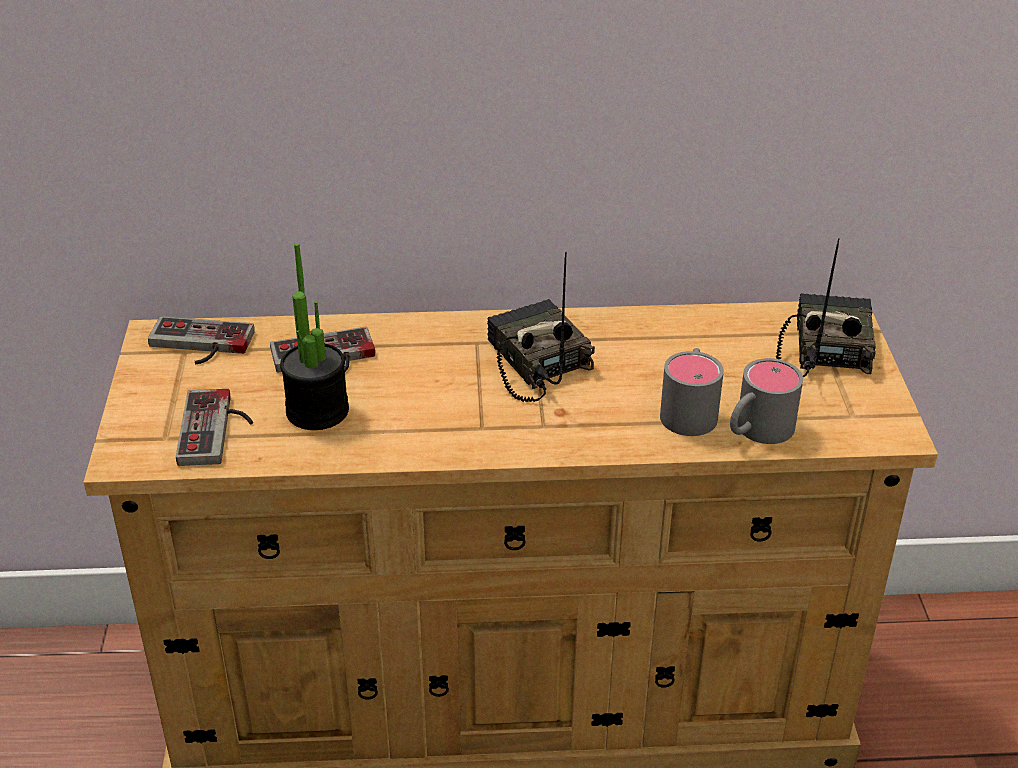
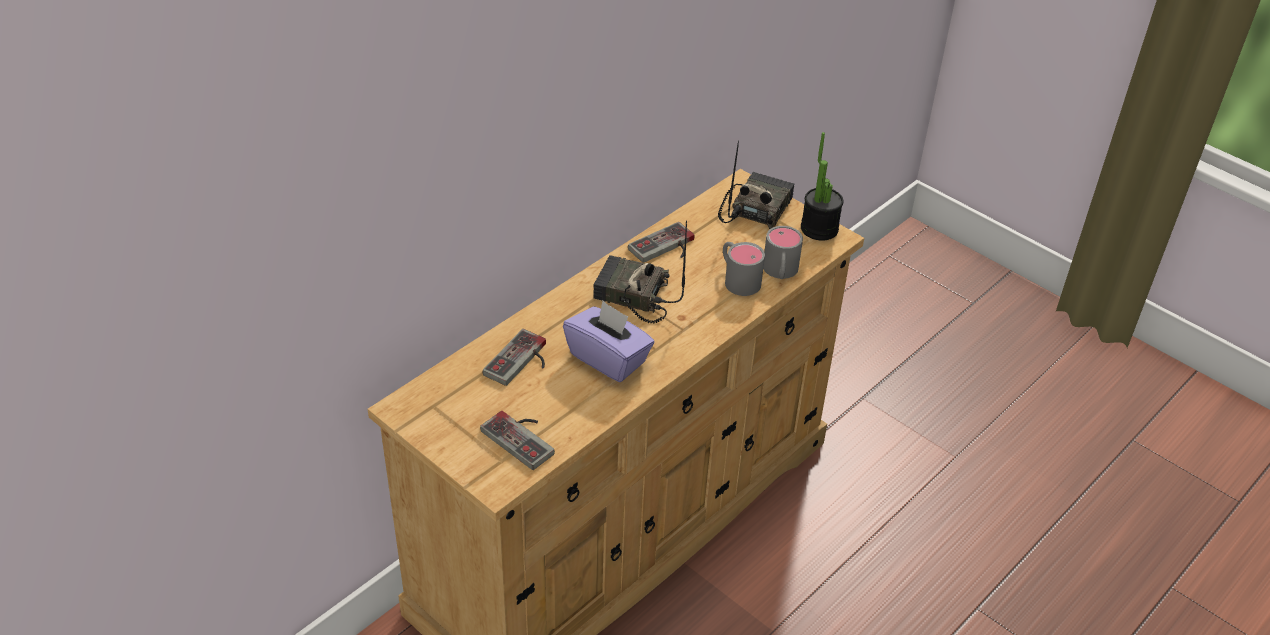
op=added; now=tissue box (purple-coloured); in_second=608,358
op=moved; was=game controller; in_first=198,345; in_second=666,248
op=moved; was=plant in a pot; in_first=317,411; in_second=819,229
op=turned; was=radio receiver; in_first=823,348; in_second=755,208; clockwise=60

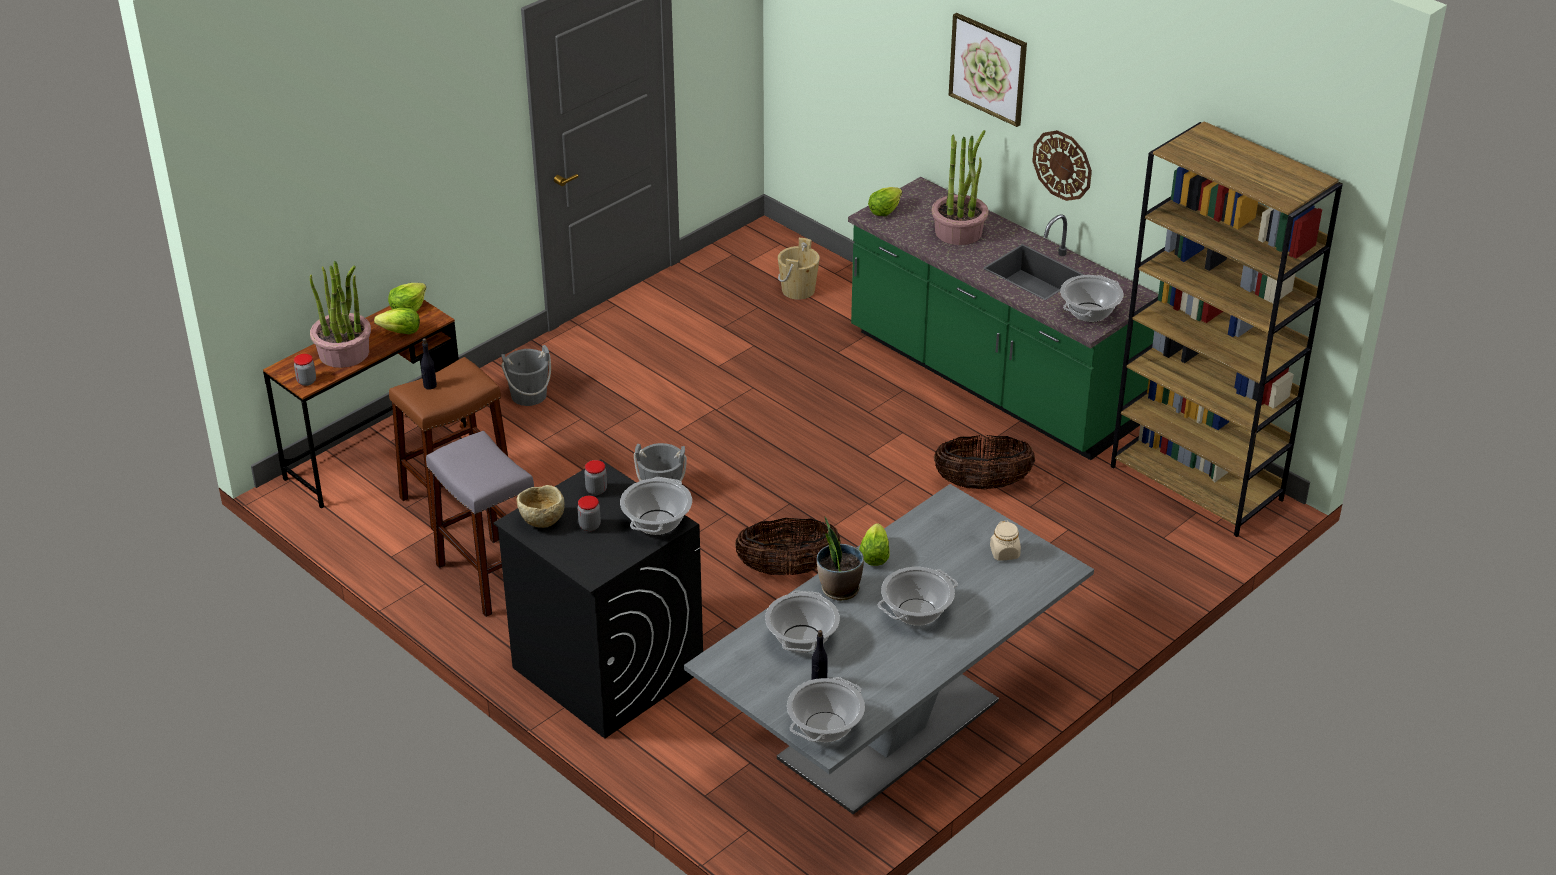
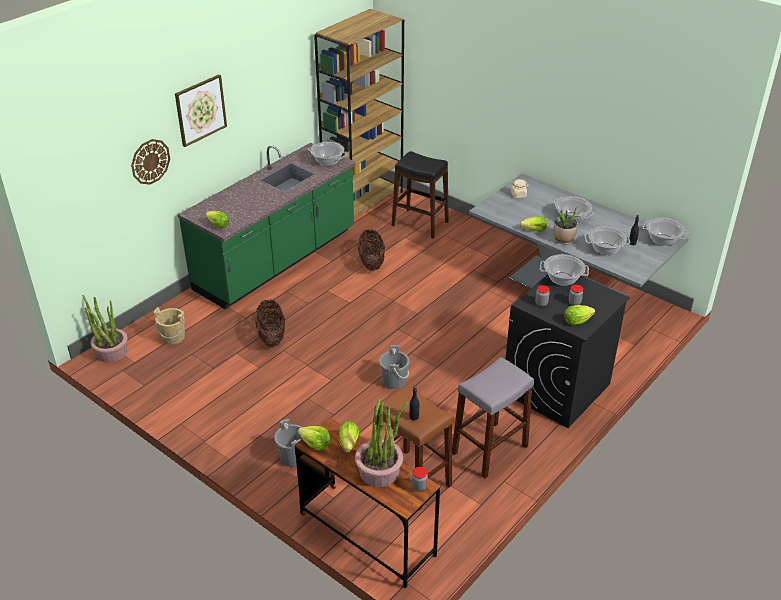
op=added; now=stool seat (black-coloured); in_second=420,224
op=moved; was=household basket; in_first=787,569; in_second=271,336
op=moved; was=plant in a pot; in_first=959,232; in_second=111,352
op=moved; was=clock on the wall; in_first=1062,165; in_second=150,161
op=replaced; was=deep dish (beige); now=lettuce head; in_first=541,520; in_second=577,321

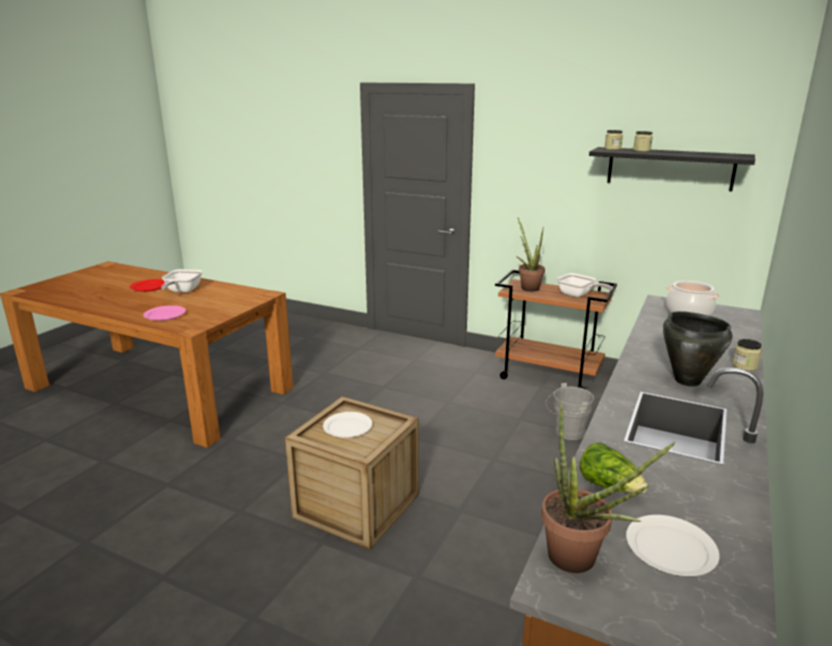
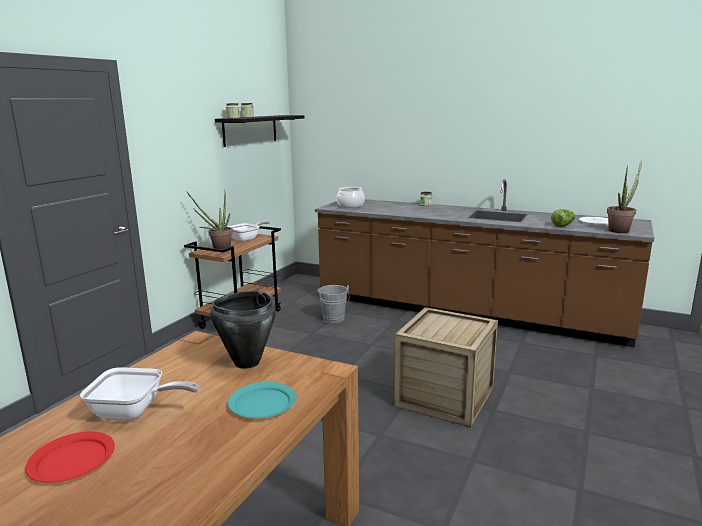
op=removed; was=plate (whitish); in_first=347,427
op=moved; was=cooking pot (black-coloured); in_first=687,380; in_second=246,363
op=recoloured; was=plate (pink-coloured); now=plate (turquoise); in_first=165,315; in_second=263,403

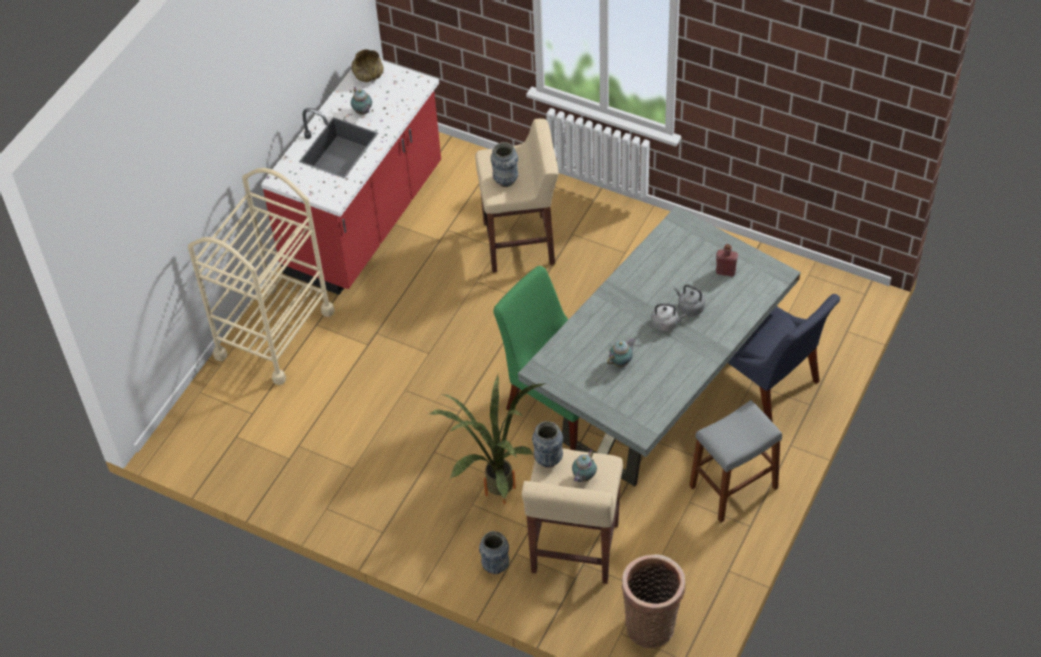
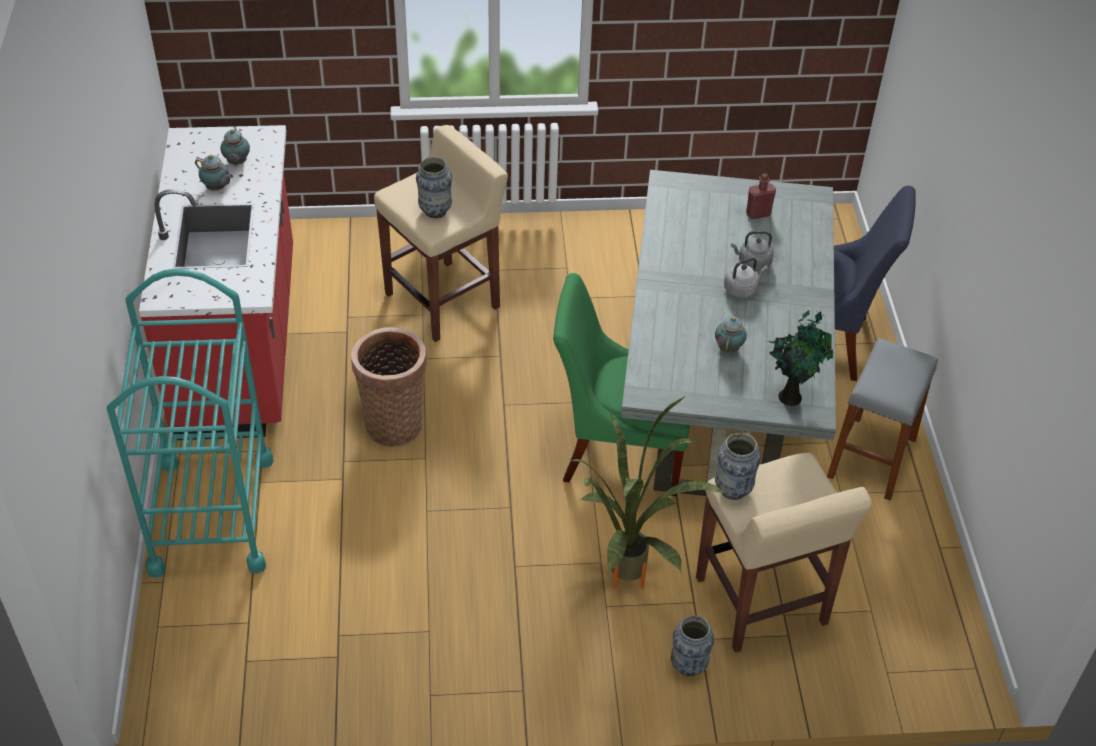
op=removed; was=deep dish (beige); in_first=368,75
op=added; now=plant in a pot; in_second=791,395
op=moved; was=tea pot; in_first=583,477; in_second=236,163
op=moved; was=household basket; in_first=651,623; in_second=394,422
op=recoloured; was=cart (beige); now=cart (turquoise); in_first=274,334; in_second=212,514

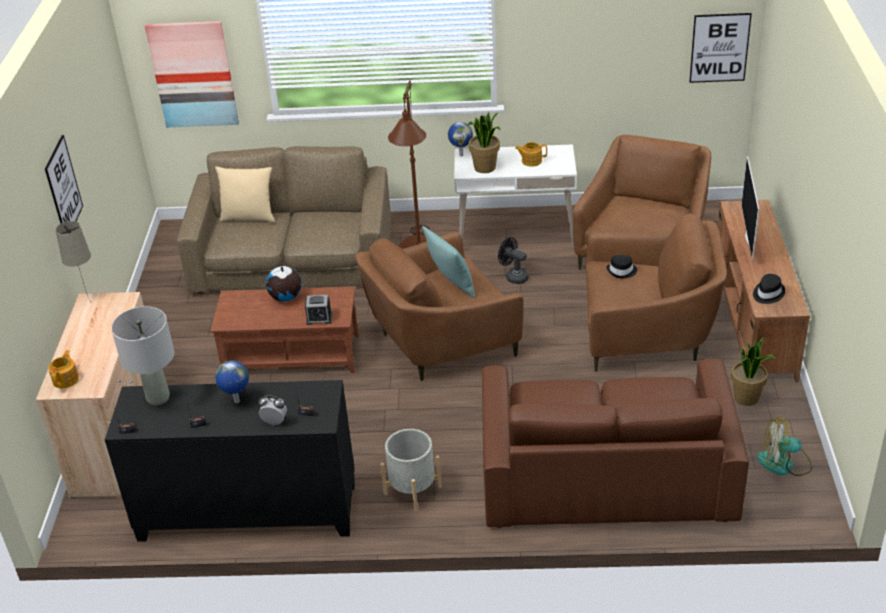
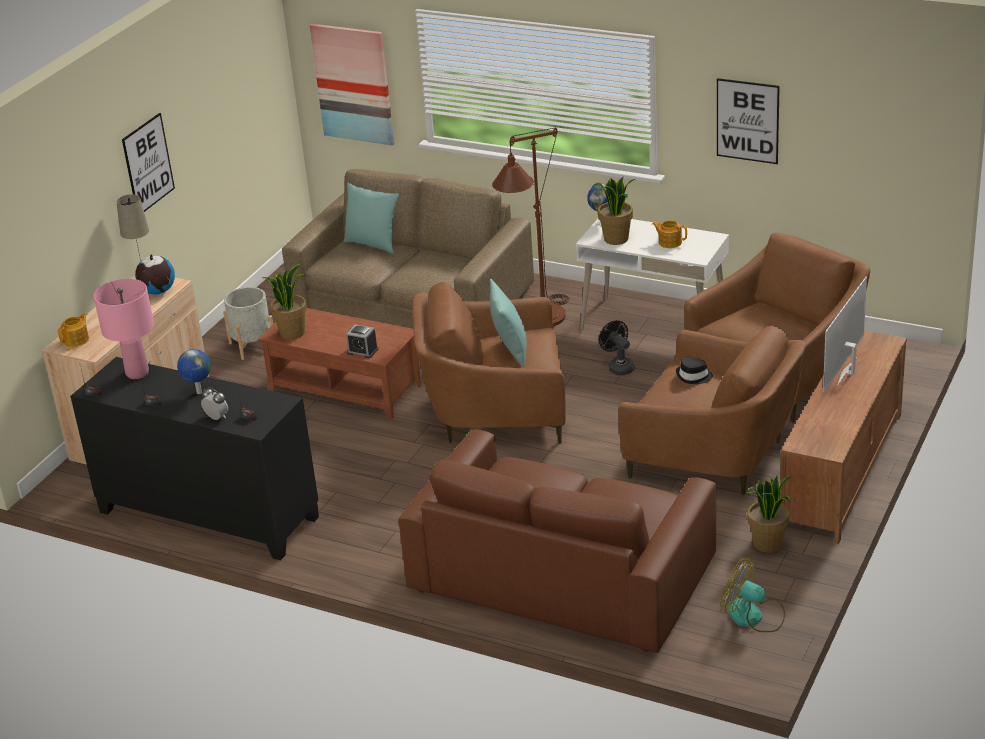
op=removed; was=hat (black-coloured); in_first=767,293
op=added; now=plant in a pot; in_second=292,332
op=moved; was=desk globe; in_first=285,298; in_second=158,291
op=moved; was=planter (gray); in_first=412,490; in_second=252,346
op=moved; was=wall picture; in_first=719,48; in_second=747,121
op=recoloured; was=table lamp (gray); now=table lamp (pink-coloured); in_first=157,398; in_second=137,373
op=recoloured; was=pillow (beige); now=pillow (turquoise); in_first=249,217; in_second=373,244

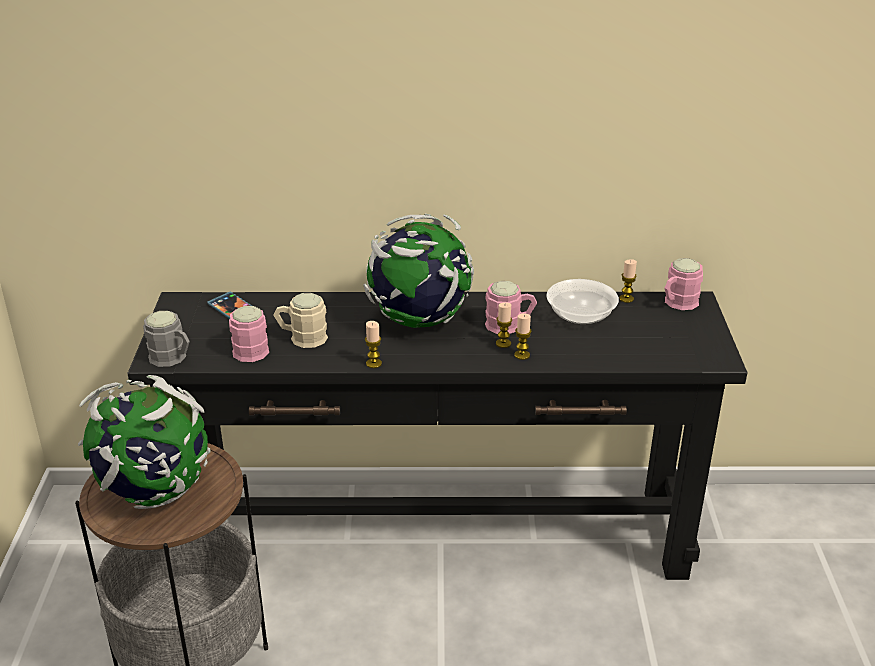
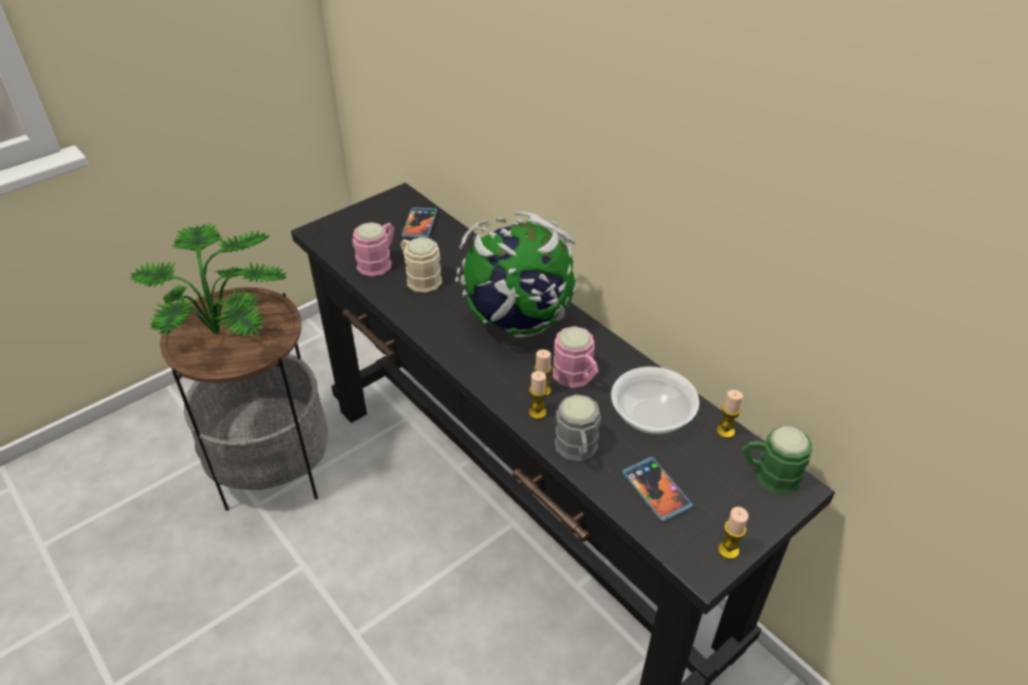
op=added; now=handset; in_second=656,490
op=moved; was=tea mug (gray); in_first=172,358; in_second=577,450
op=moved; was=candle; in_first=374,363; in_second=728,550
op=replaced; was=desk globe; now=plant in a pot; in_first=154,491; in_second=225,329
op=recoloured; was=tea mug (pink-coloured); now=tea mug (green); in_first=677,303; in_second=769,475

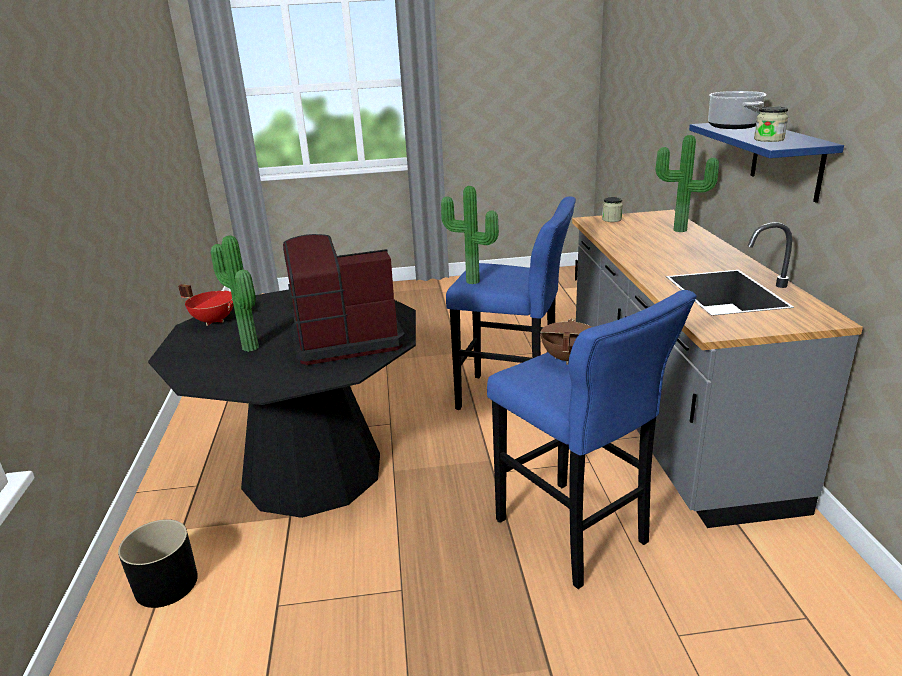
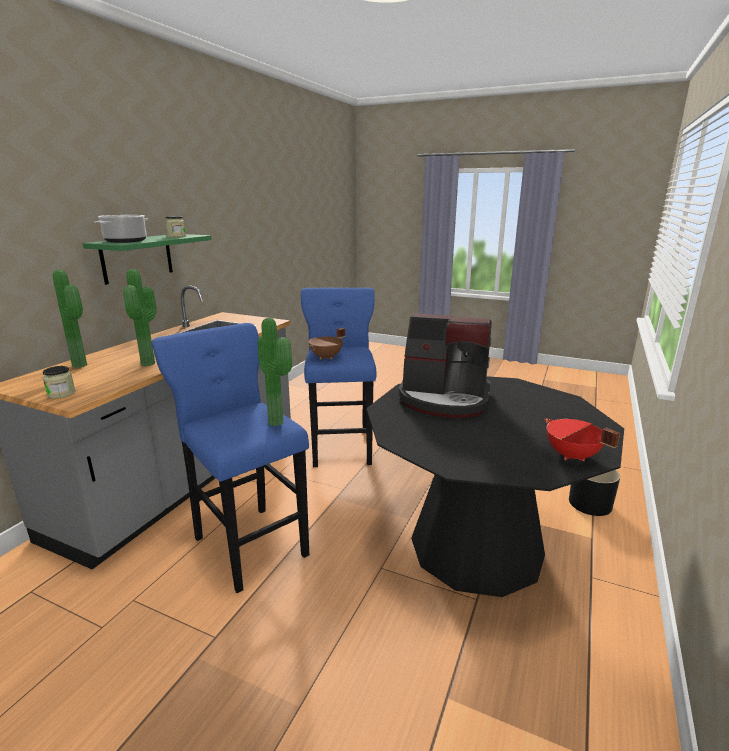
op=moved; was=plant in a pot; in_first=247,349; in_second=151,364
op=recoloured; was=bracket shelf (blue); now=bracket shelf (green); in_first=787,160; in_second=137,258

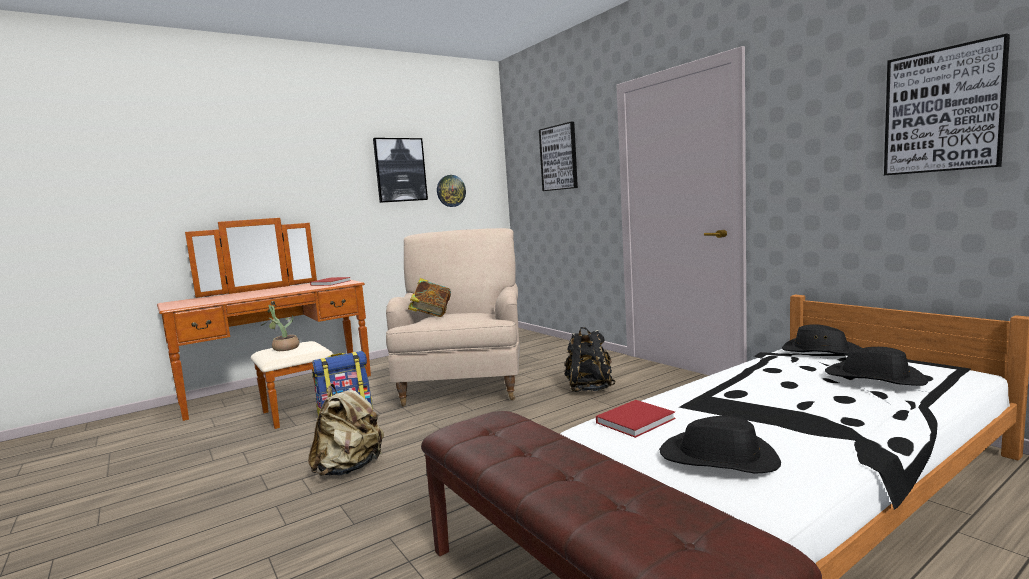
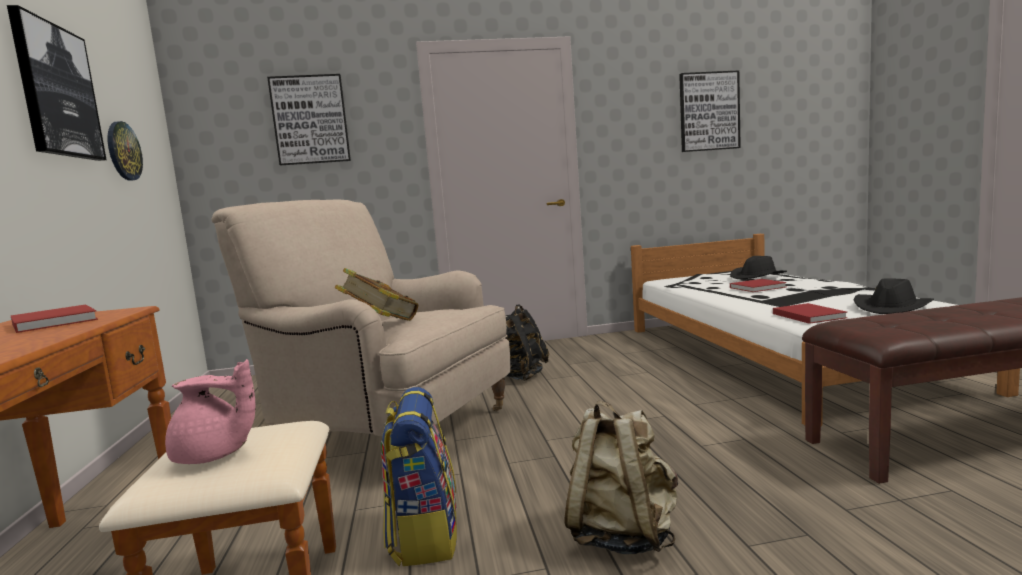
op=removed; was=hat (black-coloured); in_first=821,351
op=added; now=book (red-coloured); in_second=759,287
op=replaced; was=plant in a pot; now=tea pot (pink-coloured); in_first=283,348; in_second=214,456

